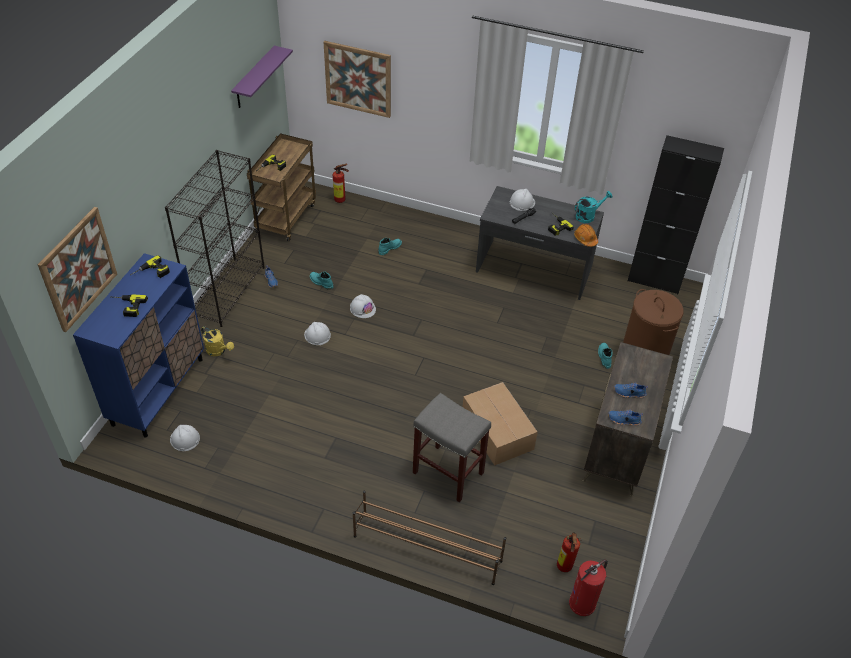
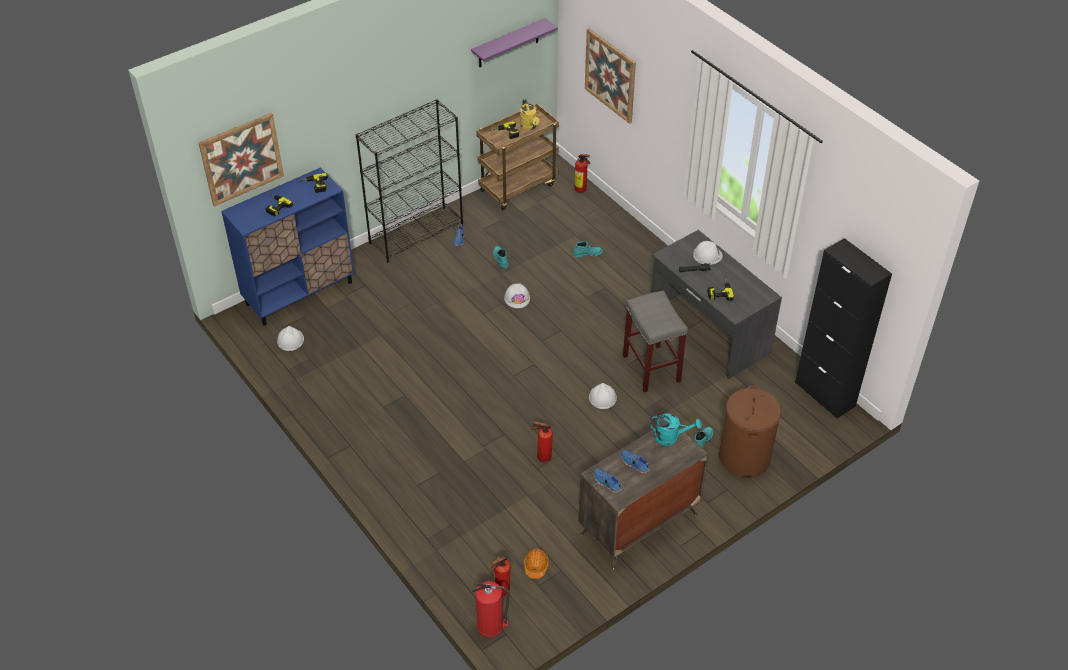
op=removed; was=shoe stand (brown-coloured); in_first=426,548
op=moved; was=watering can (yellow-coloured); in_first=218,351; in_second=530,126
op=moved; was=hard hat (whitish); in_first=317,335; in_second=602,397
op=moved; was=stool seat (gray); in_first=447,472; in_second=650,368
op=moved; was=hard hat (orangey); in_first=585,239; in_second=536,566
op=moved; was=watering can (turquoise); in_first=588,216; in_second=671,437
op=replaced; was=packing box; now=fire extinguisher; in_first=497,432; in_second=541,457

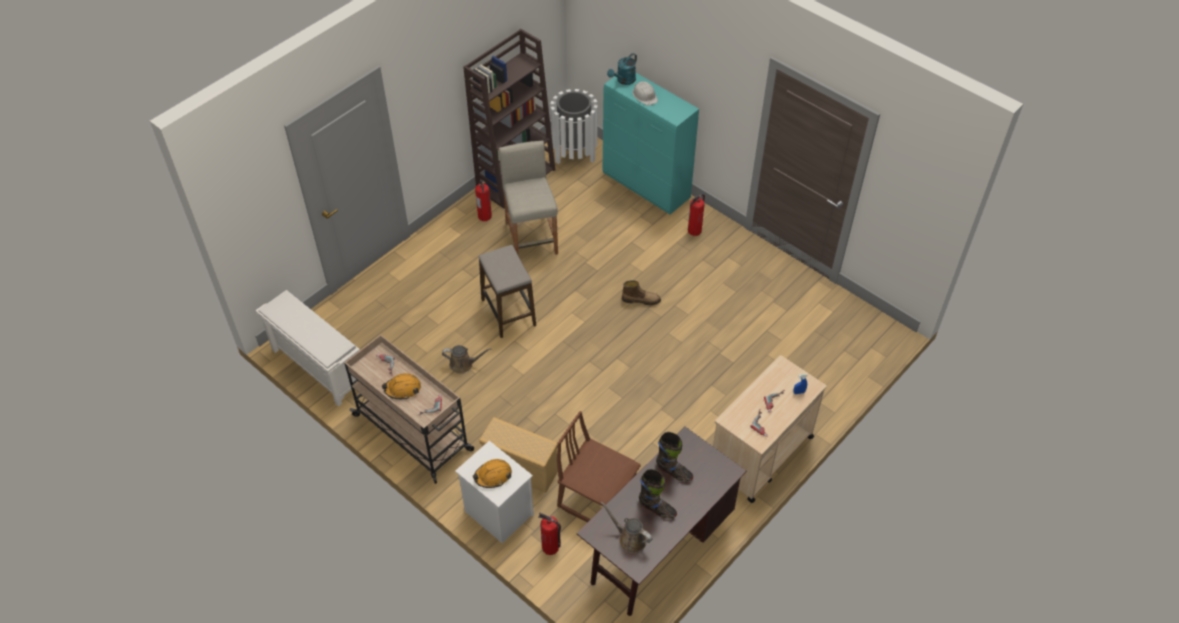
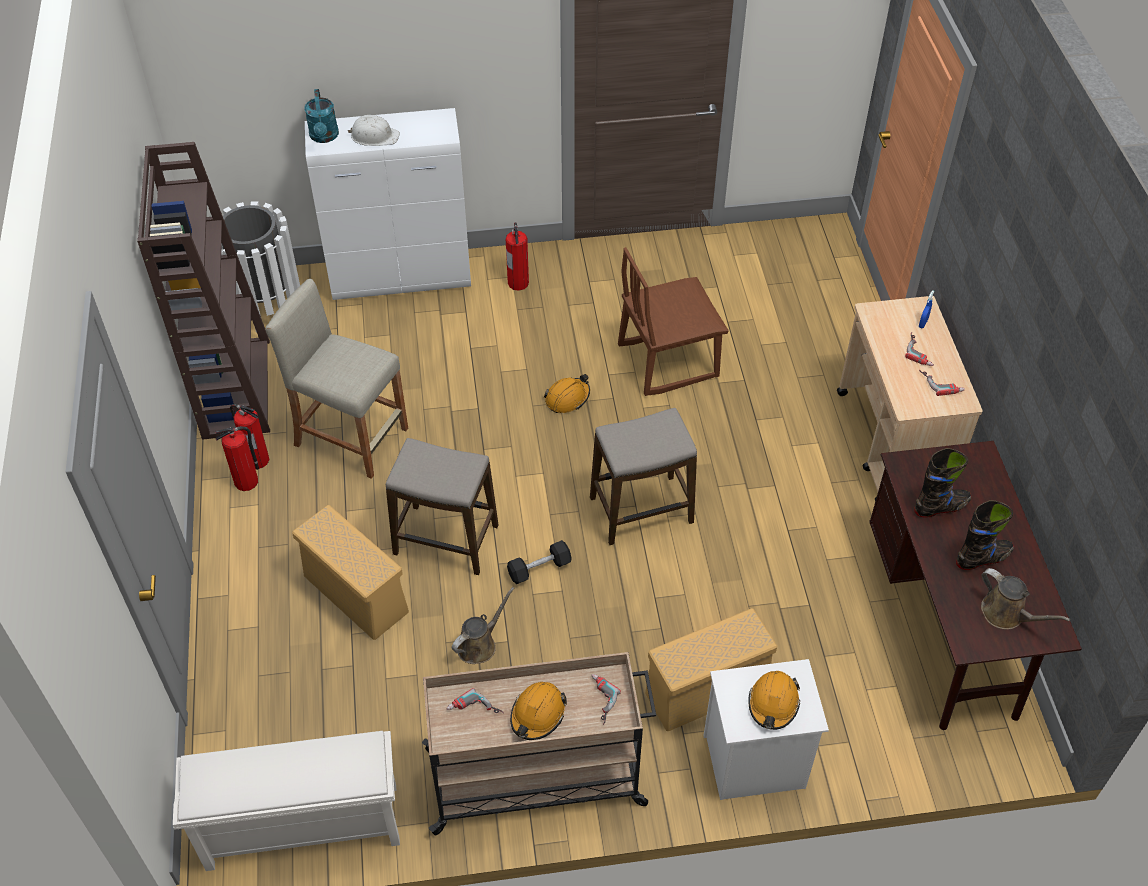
op=added; now=storage box (beige); in_second=354,593
op=added; now=hand weight (black-coloured); in_second=539,568
op=added; now=stool seat; in_second=641,510
op=moved; was=fire extinguisher; in_first=551,547; in_second=247,481
op=moved; was=upright chair (brown-coloured); in_first=597,498; in_second=667,360
op=replaced; was=boot; now=hard hat (orangey); in_first=641,300; in_second=567,398
op=recoloured; was=cupboard (turquoise); now=cupboard (whitish); in_first=646,186; in_second=402,278
op=turned; was=watering can (brown-coloured); in_first=630,538; in_second=1007,614; clockwise=-120

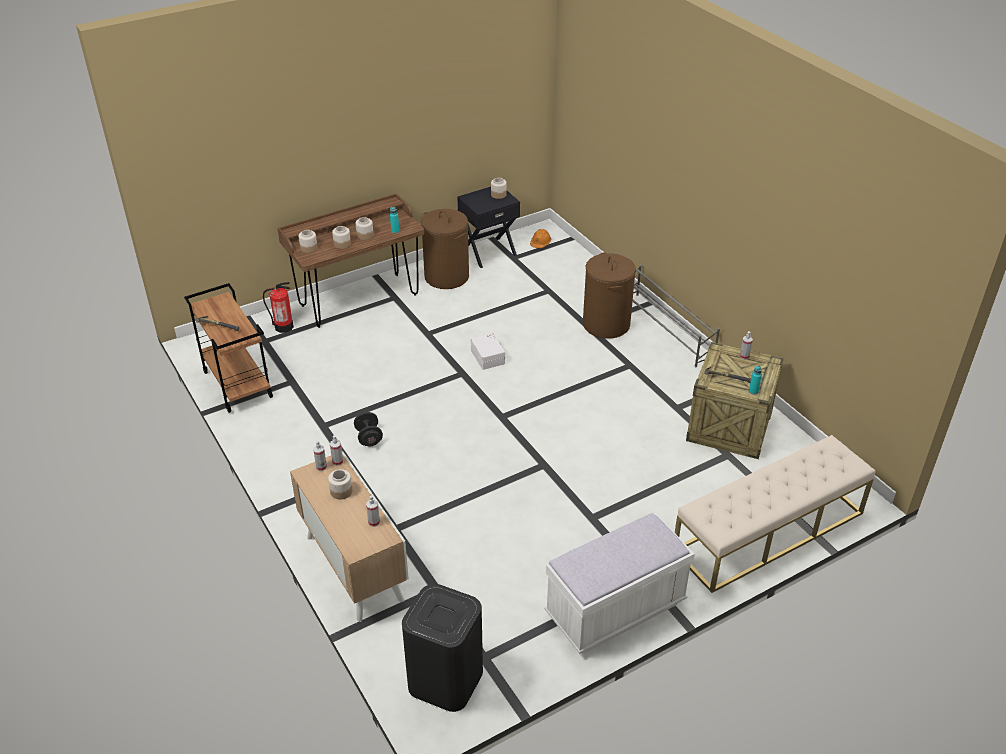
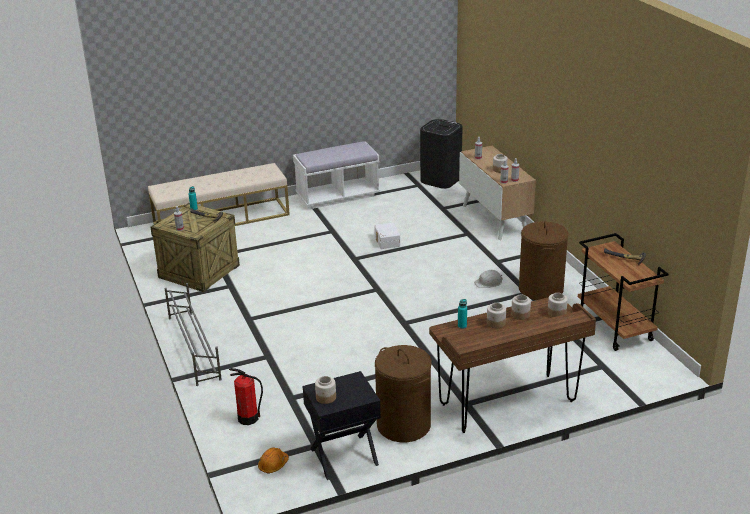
op=moved; was=fire extinguisher; in_first=283,327; in_second=248,418
op=moved; was=storage box (whitish); in_first=488,357; in_second=386,241
op=moved; was=washing basket (brown-coloured); in_first=606,324; in_second=541,289
op=replaced; was=hand weight (black-coloured); now=hard hat (whitish); in_first=369,438; in_second=488,282

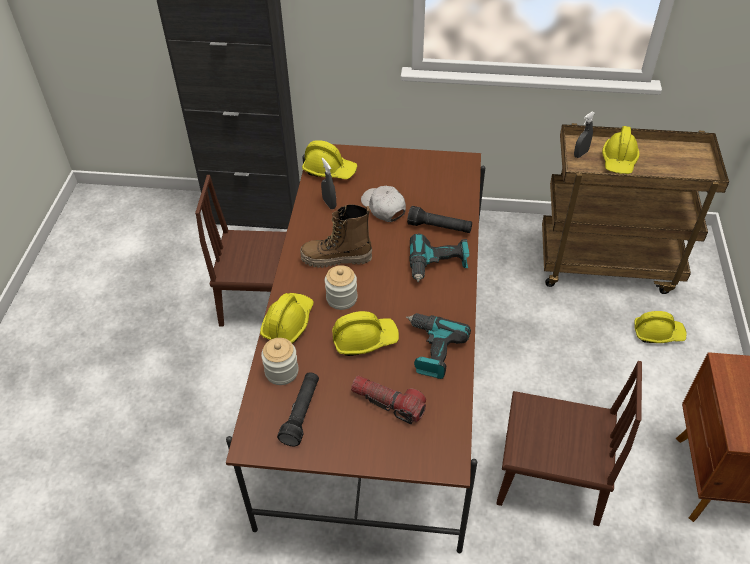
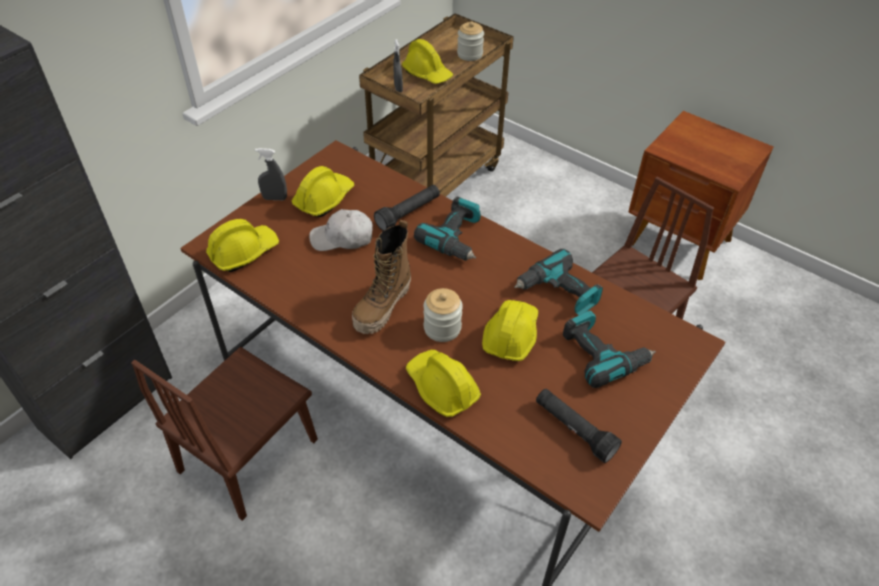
op=moved; was=jar; in_first=281,372; in_second=470,54
op=moved; was=hand sprayer (gray); in_first=329,204; in_second=275,198
op=moved; was=hard hat (yellow-coloured); in_first=657,333; in_second=324,199
op=replaced; was=flashlight; now=electric drill; in_first=388,403; in_second=602,354

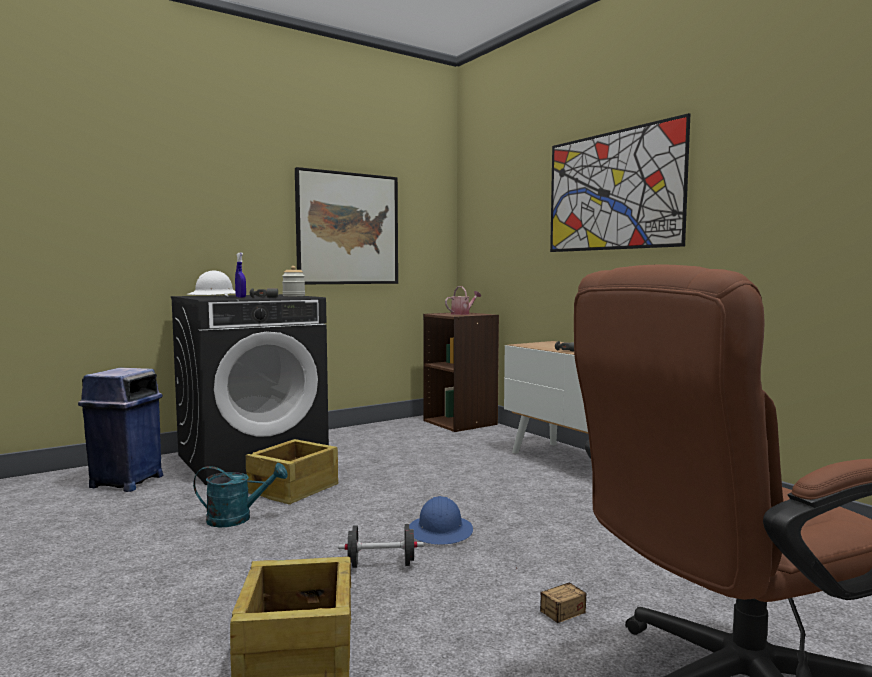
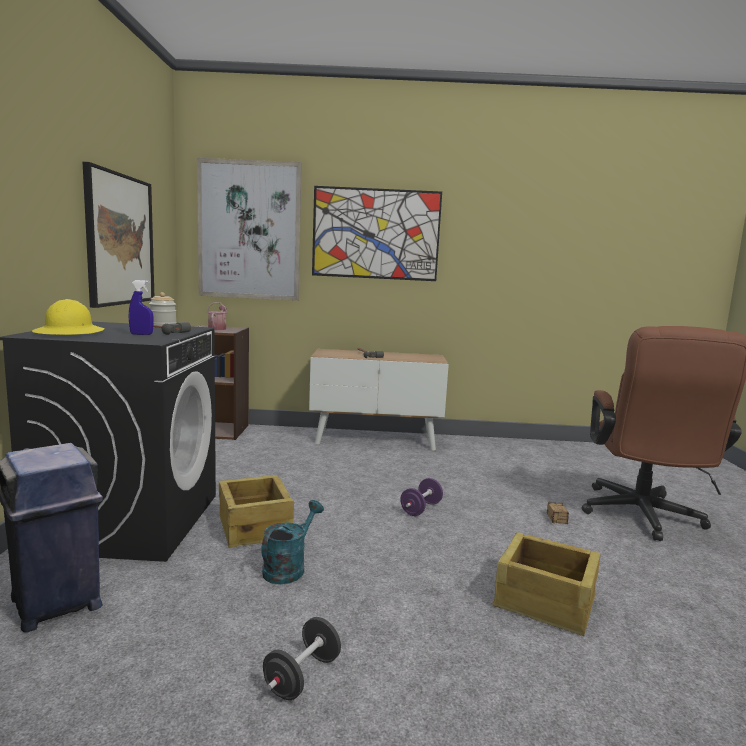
op=added; now=wall picture; in_second=249,230
op=moved; was=hand weight (black-coloured); in_first=381,564; in_second=302,676
op=replaced; was=hard hat (blue); now=hand weight (purple-coloured); in_first=440,531; in_second=421,509
op=recoloured; was=hard hat (whitish); now=hard hat (yellow-coloured); in_first=214,296; in_second=70,333

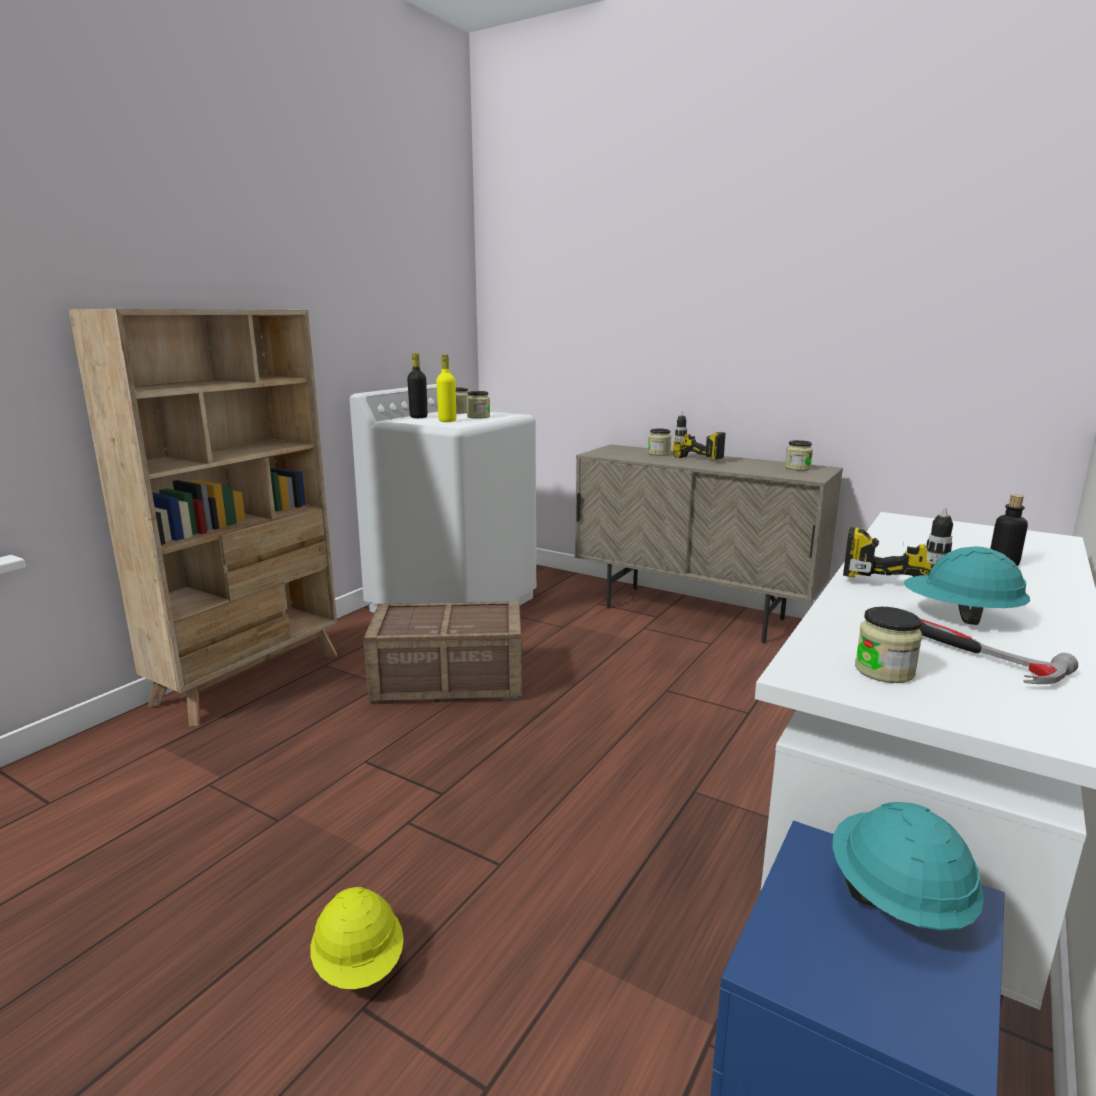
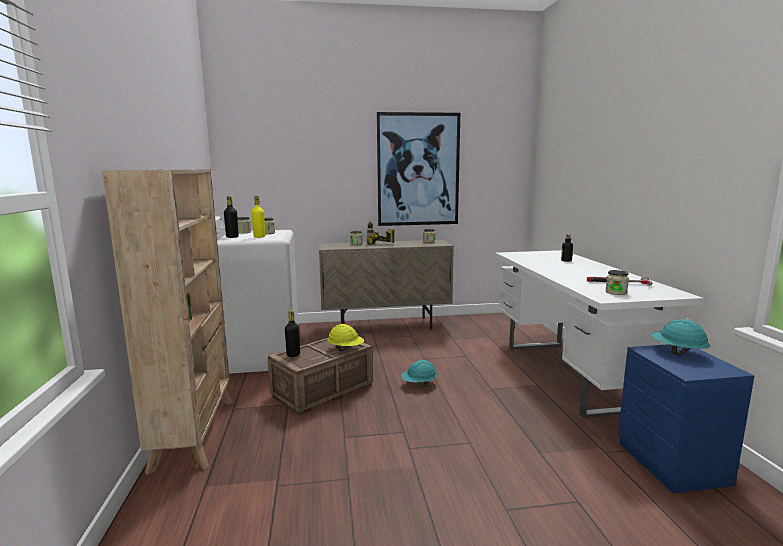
op=removed; was=electric drill; in_first=893,575
op=added; now=beverage bottle (black-coloured); in_second=293,355
op=added; now=wall picture; in_second=418,170
op=moved; was=hard hat (yellow-coloured); in_first=360,964; in_second=346,349
op=moved; was=hard hat (turquoise); in_first=959,618; in_second=419,384

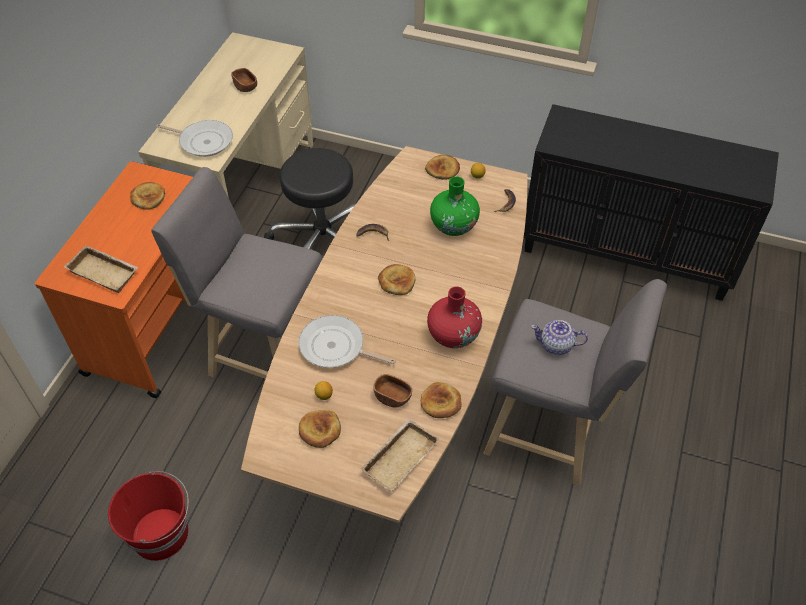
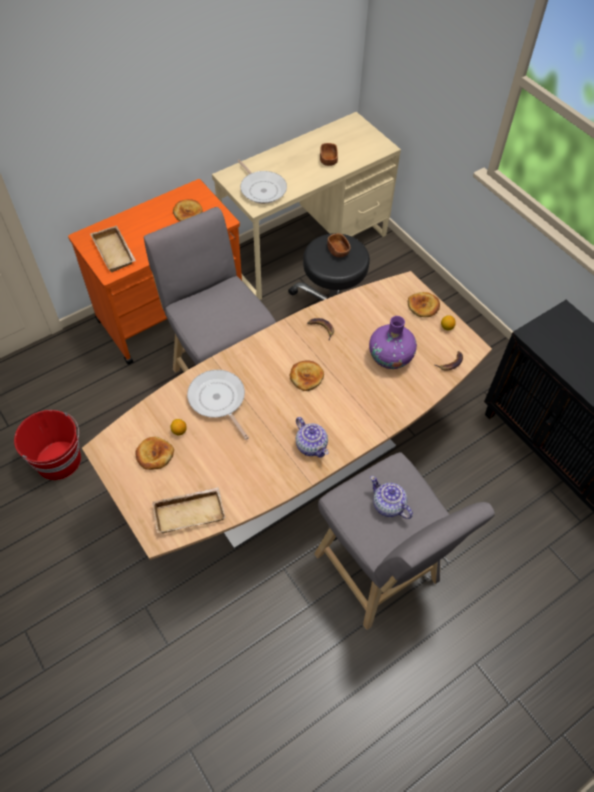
op=removed; was=bread; in_first=440,402
op=moved; was=deep dish (brown-coloured); in_first=392,397; in_second=338,251
op=replaced; was=decorative vase (red-coloured); now=tea pot; in_first=453,335; in_second=311,445
op=recoloured; was=decorative vase (green); now=decorative vase (purple-coloured); in_first=453,226; in_second=390,358

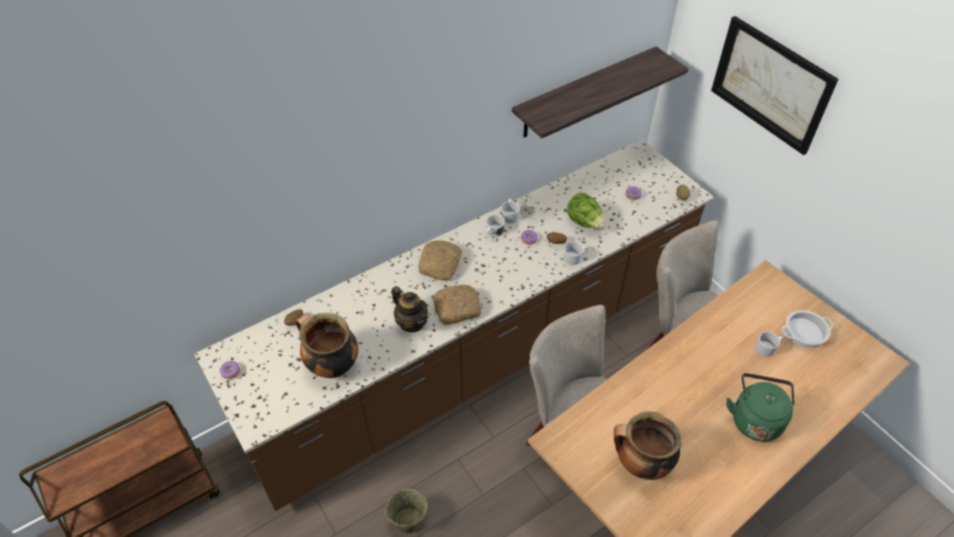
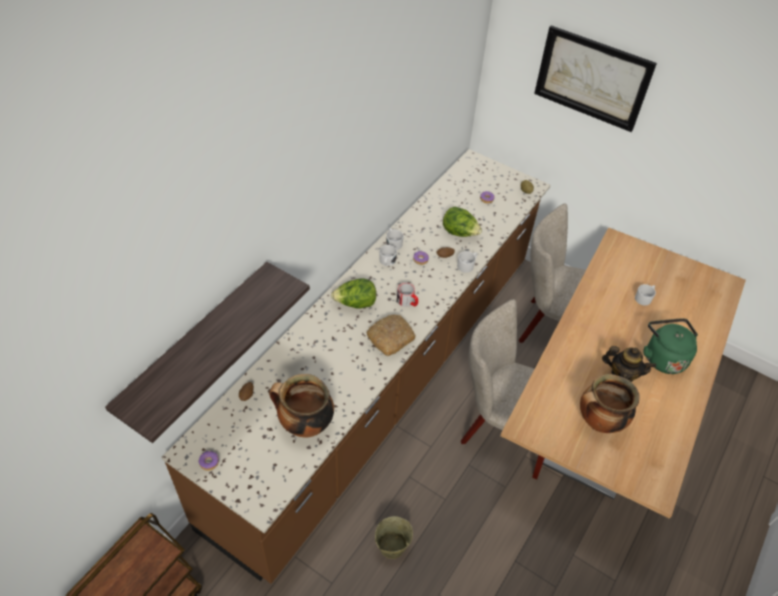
op=removed; was=cooking pot; in_first=804,332
op=added; now=tea mug; in_second=407,302
op=moved; was=tea pot; in_first=412,323; in_second=622,375
op=moved; was=bracket shelf; in_first=584,93; in_second=196,343
op=replaced; was=bread; now=lettuce head; in_first=440,265; in_second=355,304

